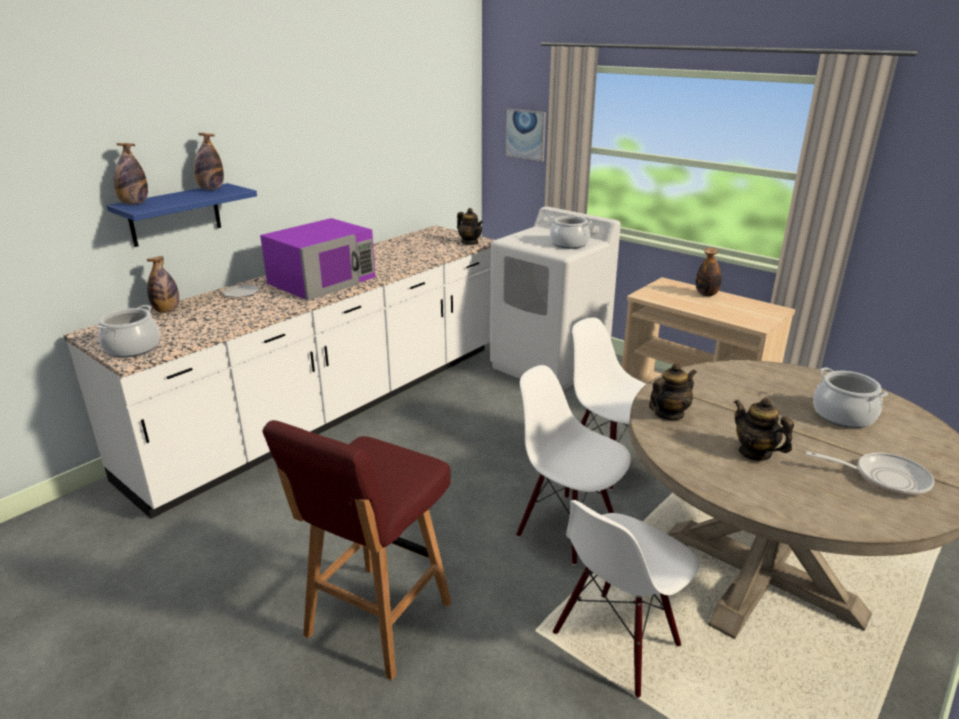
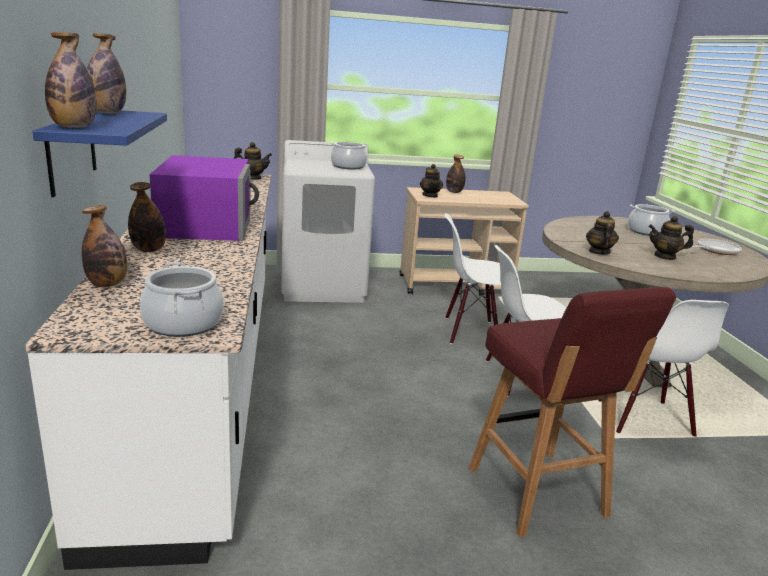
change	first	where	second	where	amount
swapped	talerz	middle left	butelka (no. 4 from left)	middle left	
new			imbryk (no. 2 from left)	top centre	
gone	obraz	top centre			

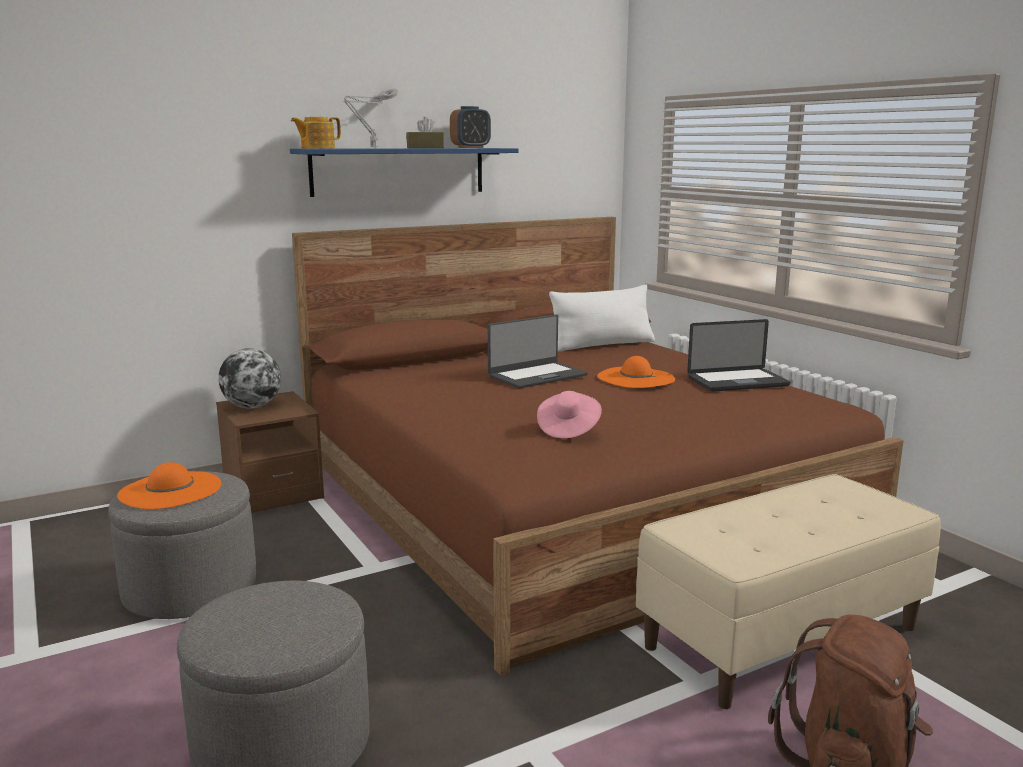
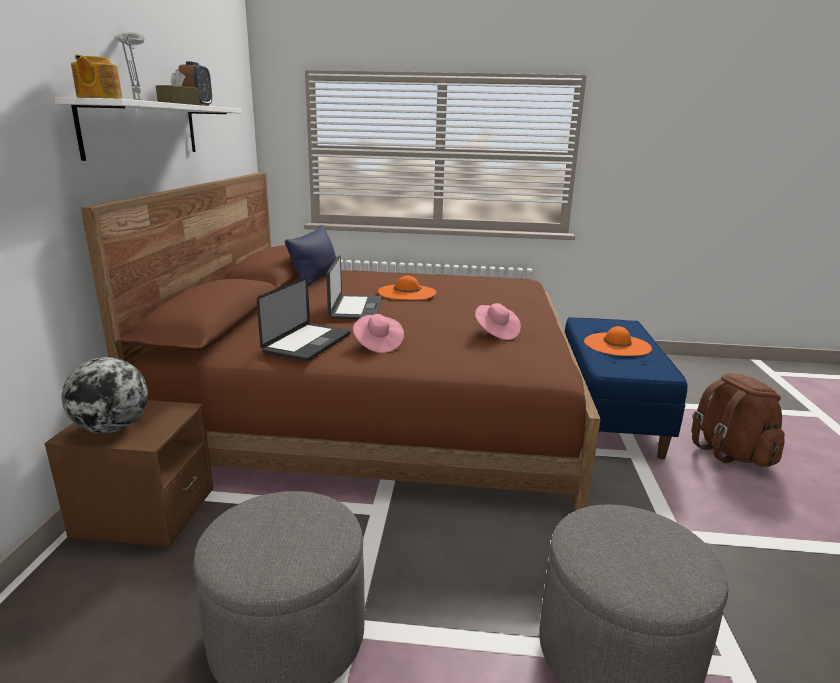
change	first	where	second	where	amount
repainted	półka/niebieski	top centre	półka/biały	top left	
shifted	laptop (no. 2 from left in the first image)	middle right	laptop (no. 1 from left)	centre	
repainted	poduszka/biały	centre	poduszka/niebieski	centre	
new			kapelusz/różowy (no. 1 from left)	centre	
repainted	ławka/beżowy	bottom right	ławka/niebieski	middle right	
shifted	kapelusz/pomarańczowy (no. 1 from left in the first image)	middle left	kapelusz/pomarańczowy (no. 2 from left)	middle right	

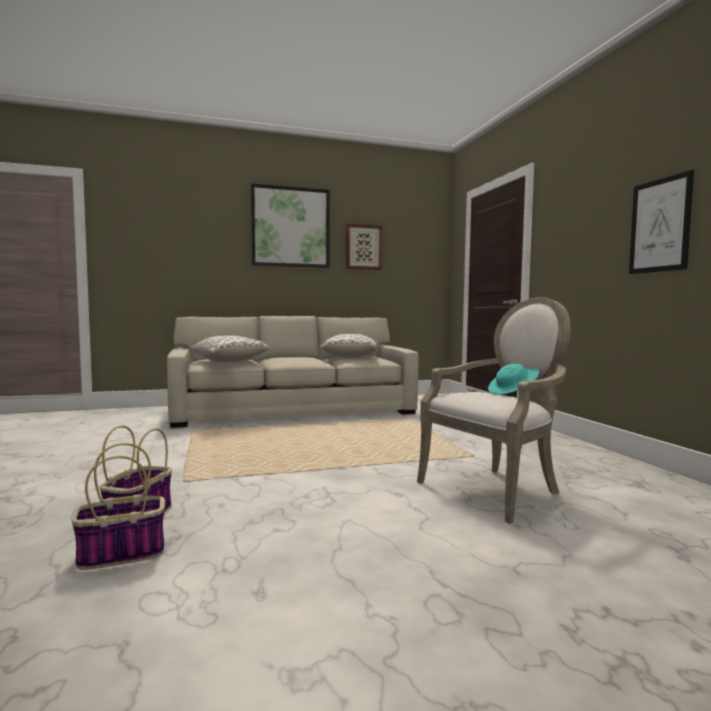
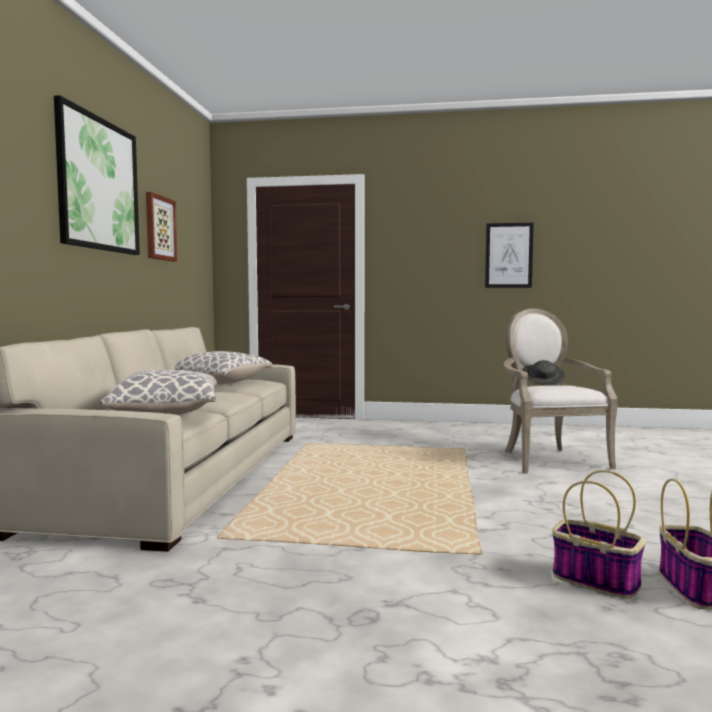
change	first	where	second	where	amount
repainted	kapelusz/turkusowy	middle right	kapelusz/szary	middle right	

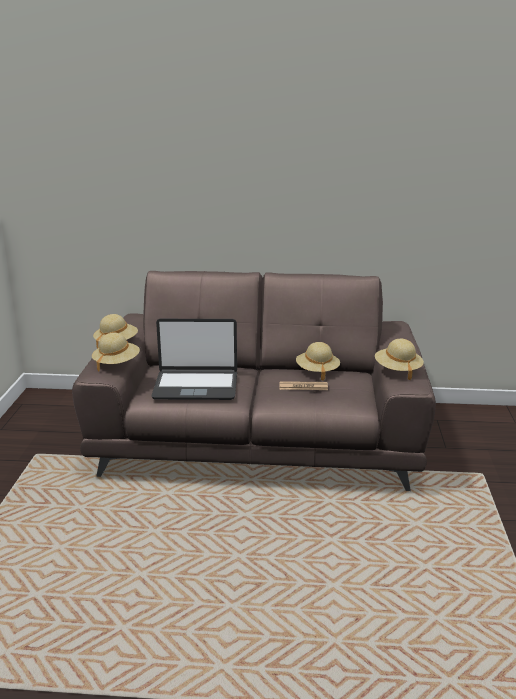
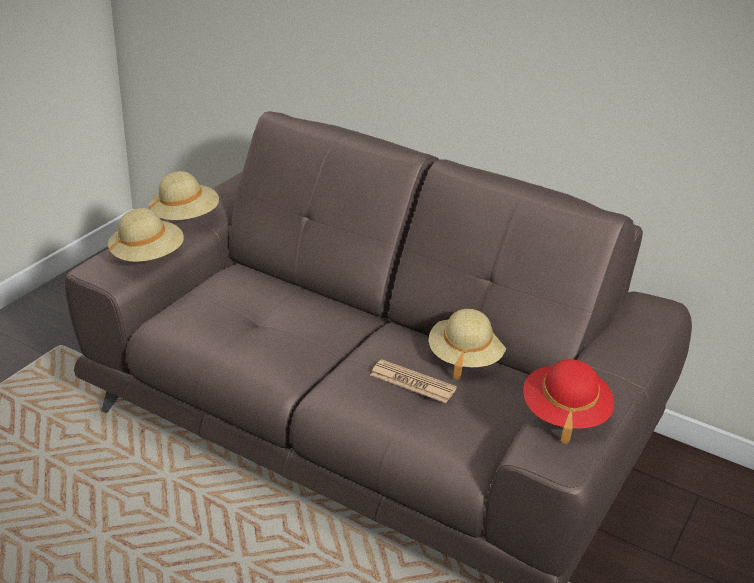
change	first	where	second	where	amount
repainted	kapelusz/beżowy (no. 4 from left)	middle right	kapelusz/czerwony	bottom right	
gone	laptop	centre			

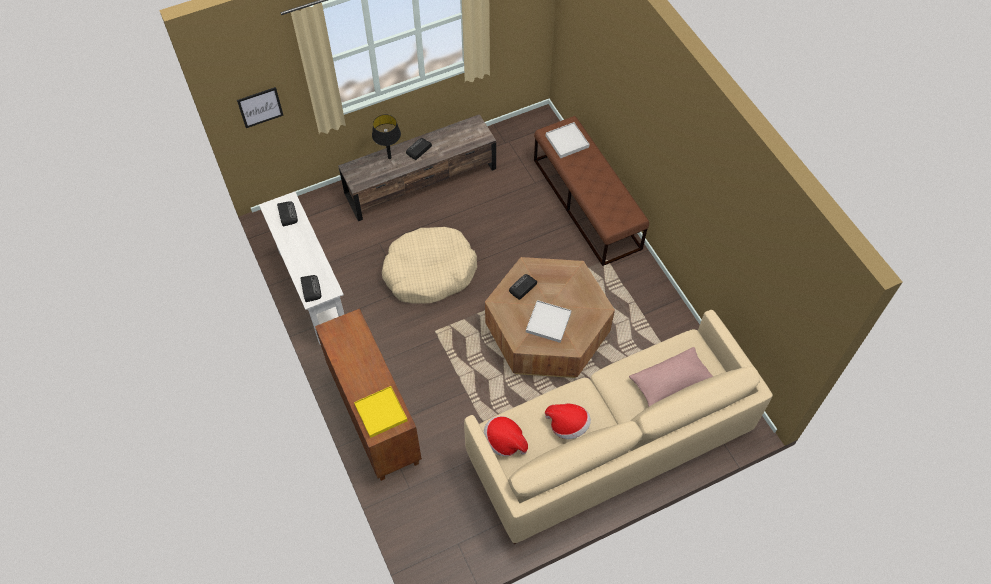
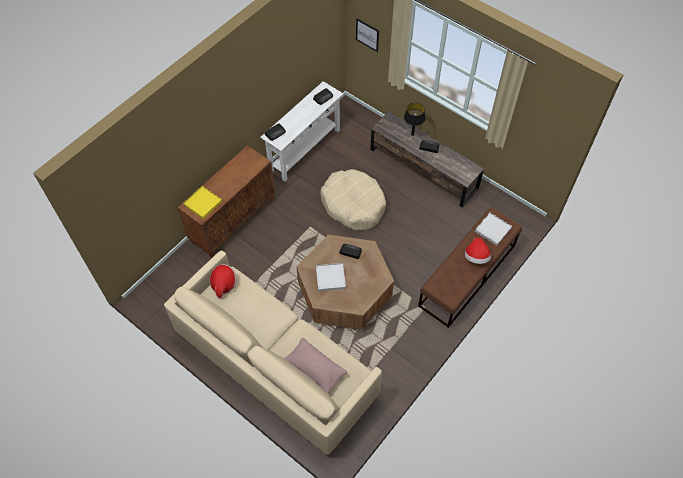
change	first	where	second	where	amount
shifted	kapelusz (no. 2 from left)	bottom centre		middle right	

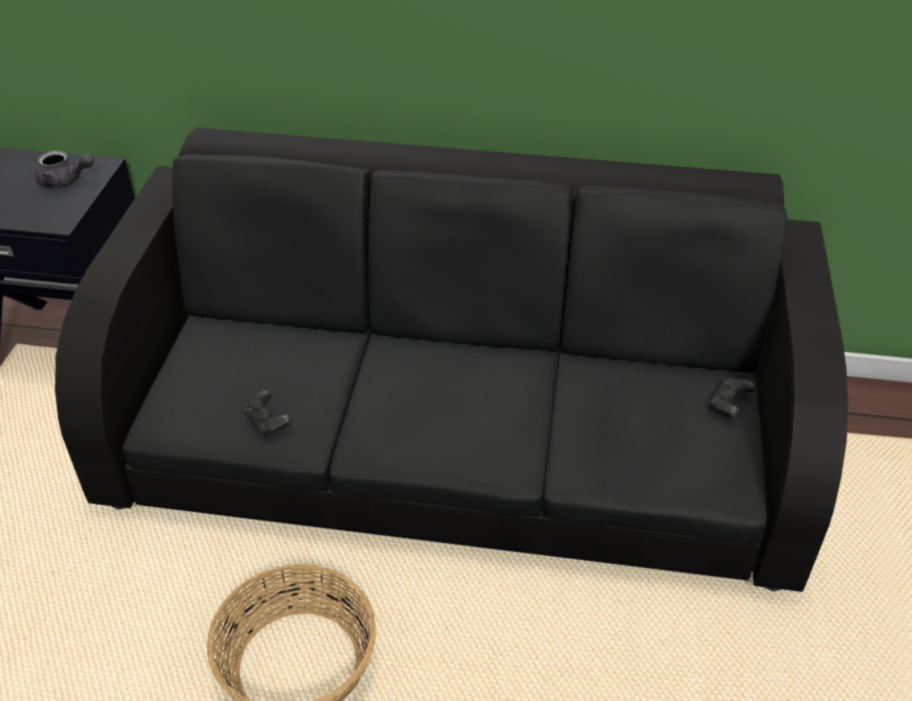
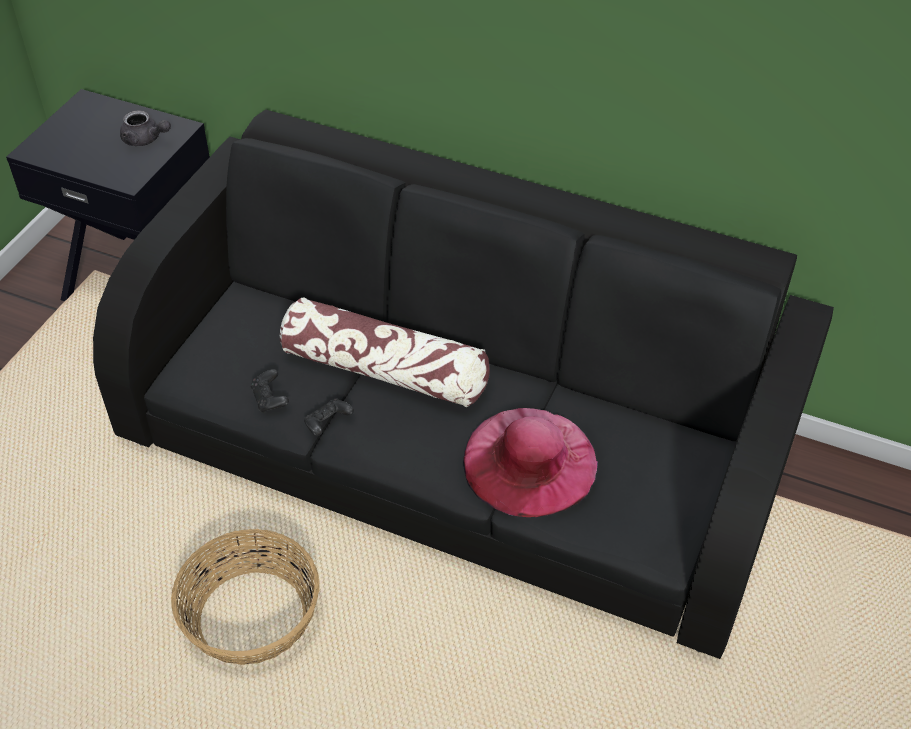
change	first	where	second	where	amount
new			poduszka	centre	
shifted	pad do gier/czarny (no. 2 from left)	middle right		centre	
new			kapelusz/różowy	centre	

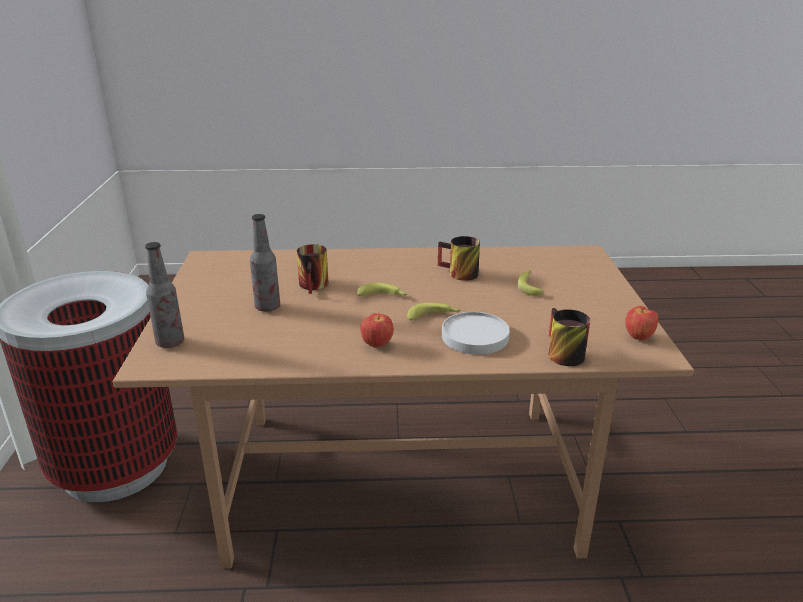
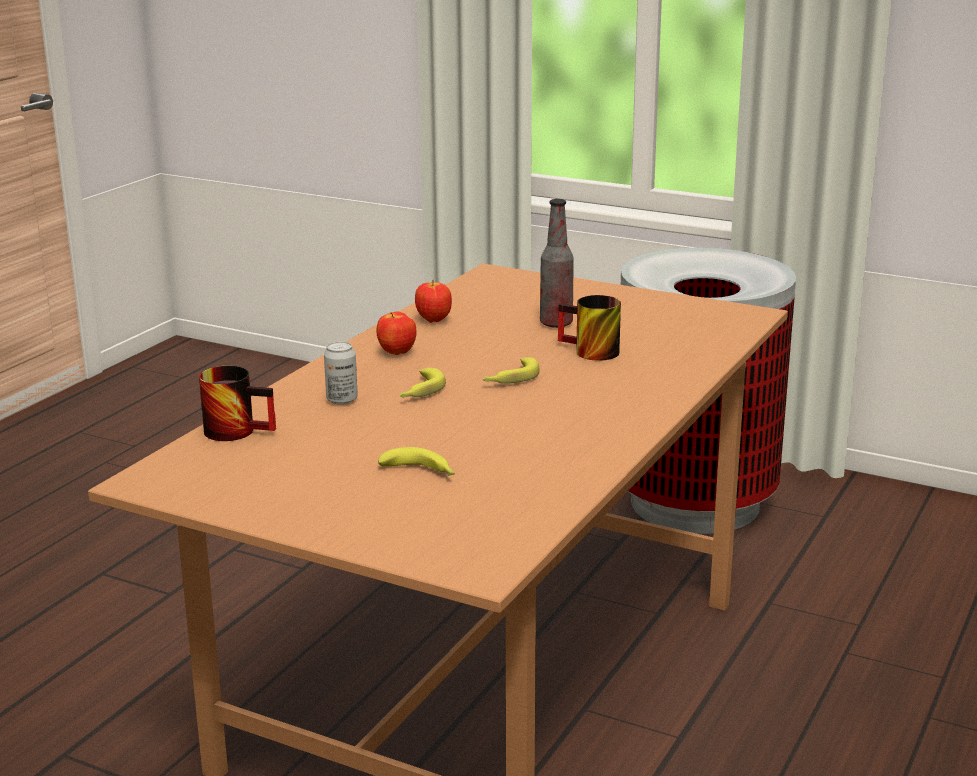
change	first	where	second	where	amount
swapped	talerz/biały	centre	puszka	centre	
shifted	jabłko (no. 2 from left)	middle right		centre	
gone	butelka (no. 1 from left)	middle left			
gone	kubek (no. 2 from left)	centre			

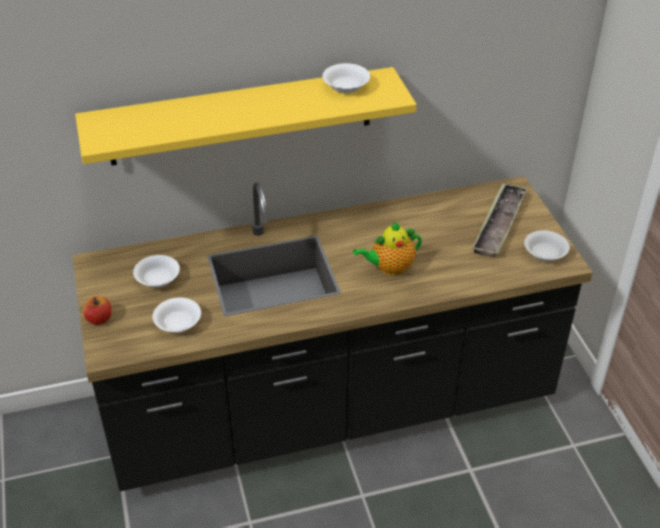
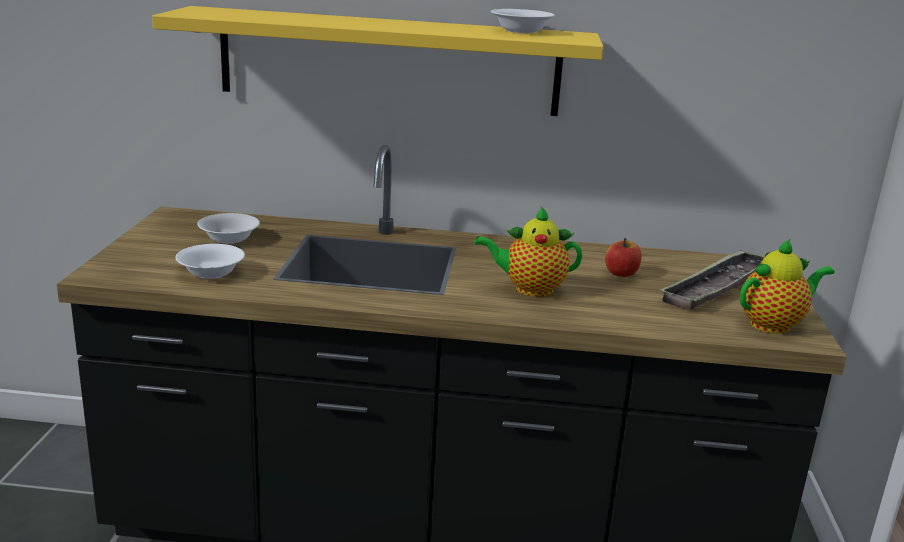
change	first	where	second	where	amount
shifted	jabłko	middle left		middle right	
swapped	miska/biały (no. 4 from left)	middle right	imbryk (no. 2 from left)	middle right	

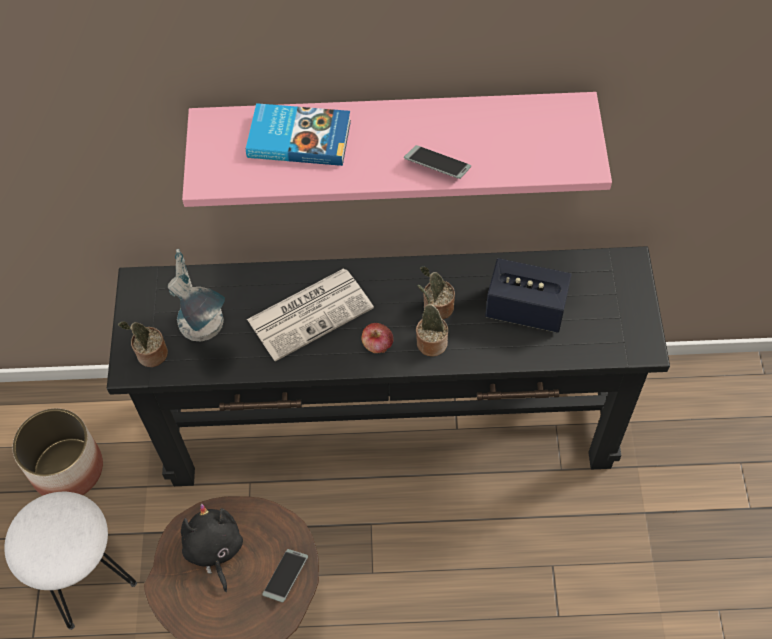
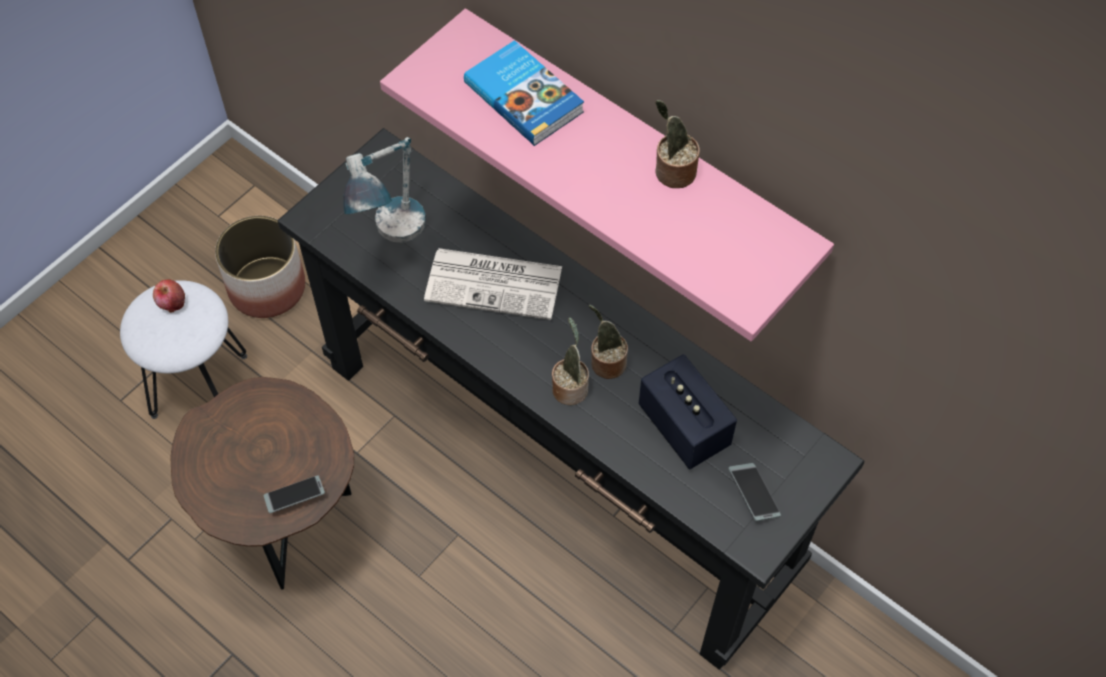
change	first	where	second	where	amount
shifted	jabłko	centre		middle left	
shifted	roślina doniczkowa (no. 1 from left in the first image)	middle left	roślina doniczkowa (no. 3 from left)	top centre	
shifted	telefon (no. 2 from left)	top centre		bottom right	
gone	pluszak/czarny	bottom left			

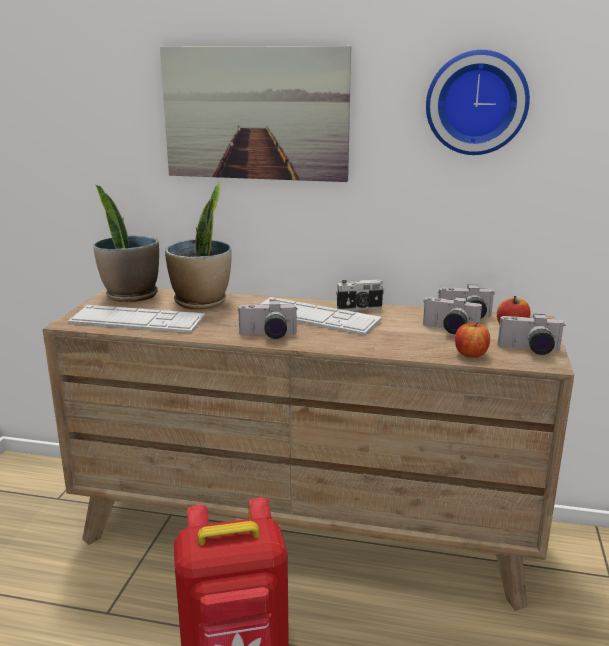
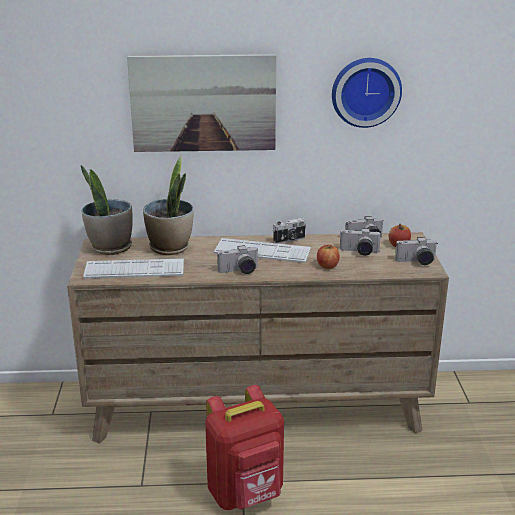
change	first	where	second	where	amount
shifted	jabłko (no. 1 from left)	middle right		centre	

